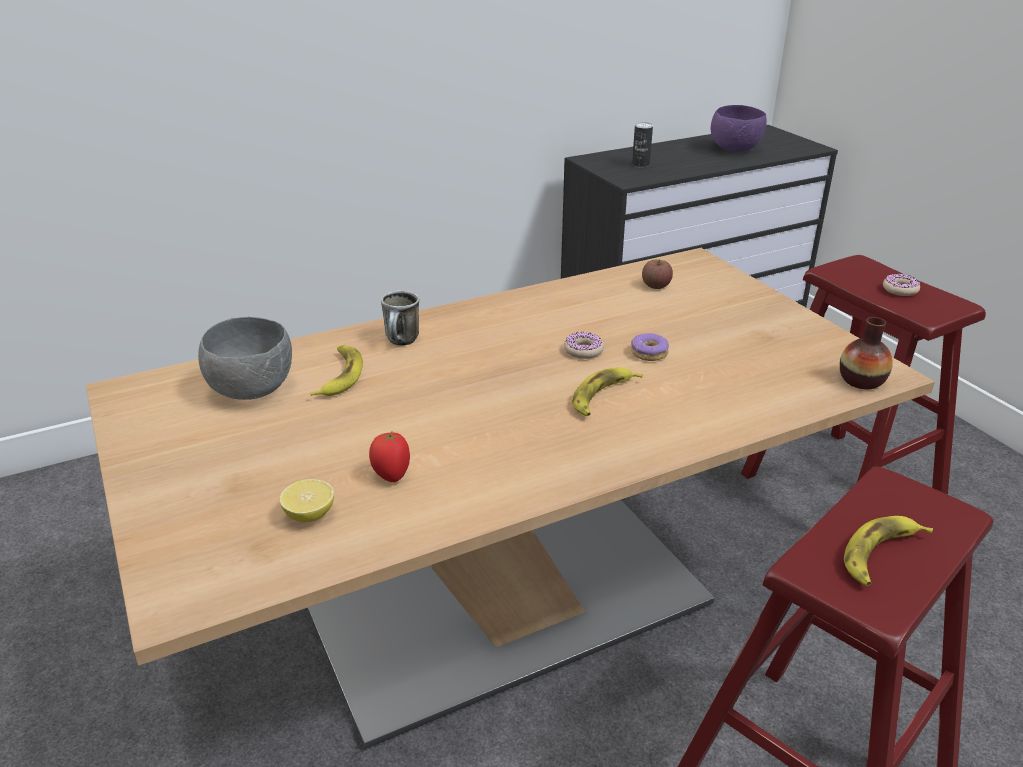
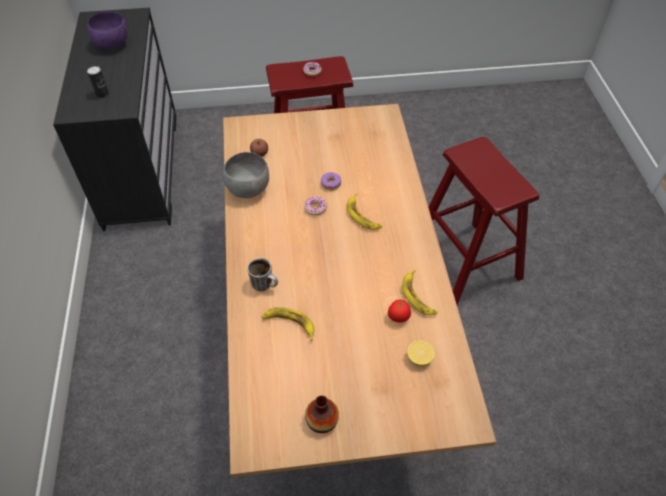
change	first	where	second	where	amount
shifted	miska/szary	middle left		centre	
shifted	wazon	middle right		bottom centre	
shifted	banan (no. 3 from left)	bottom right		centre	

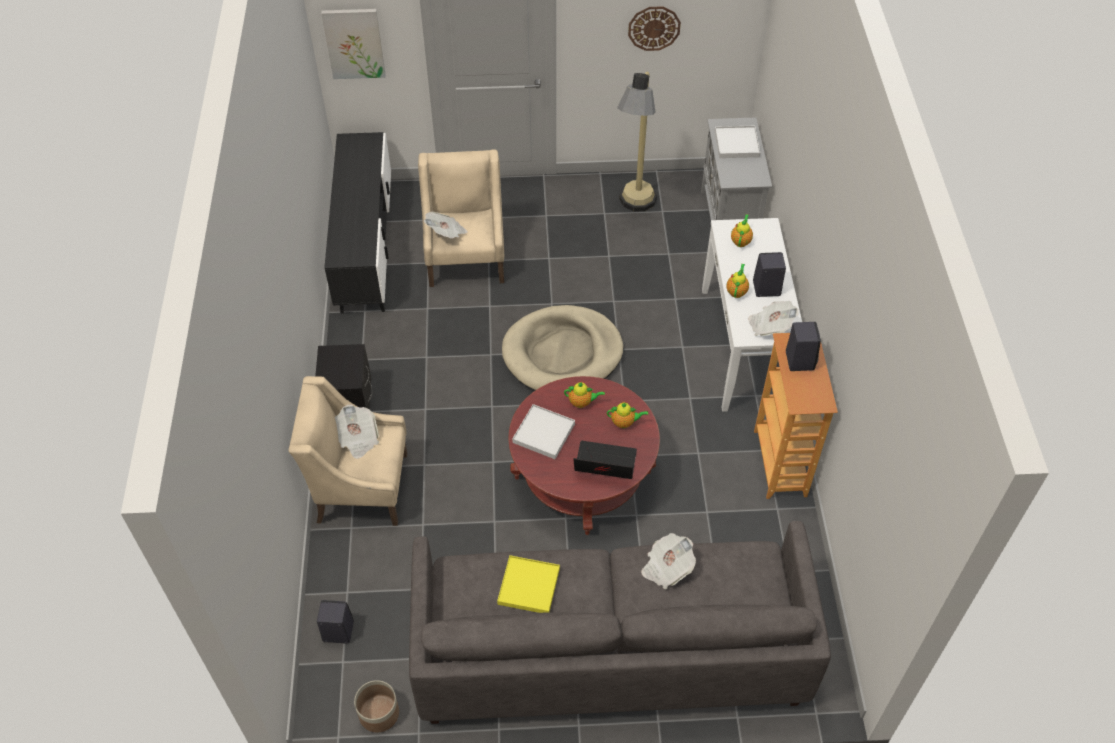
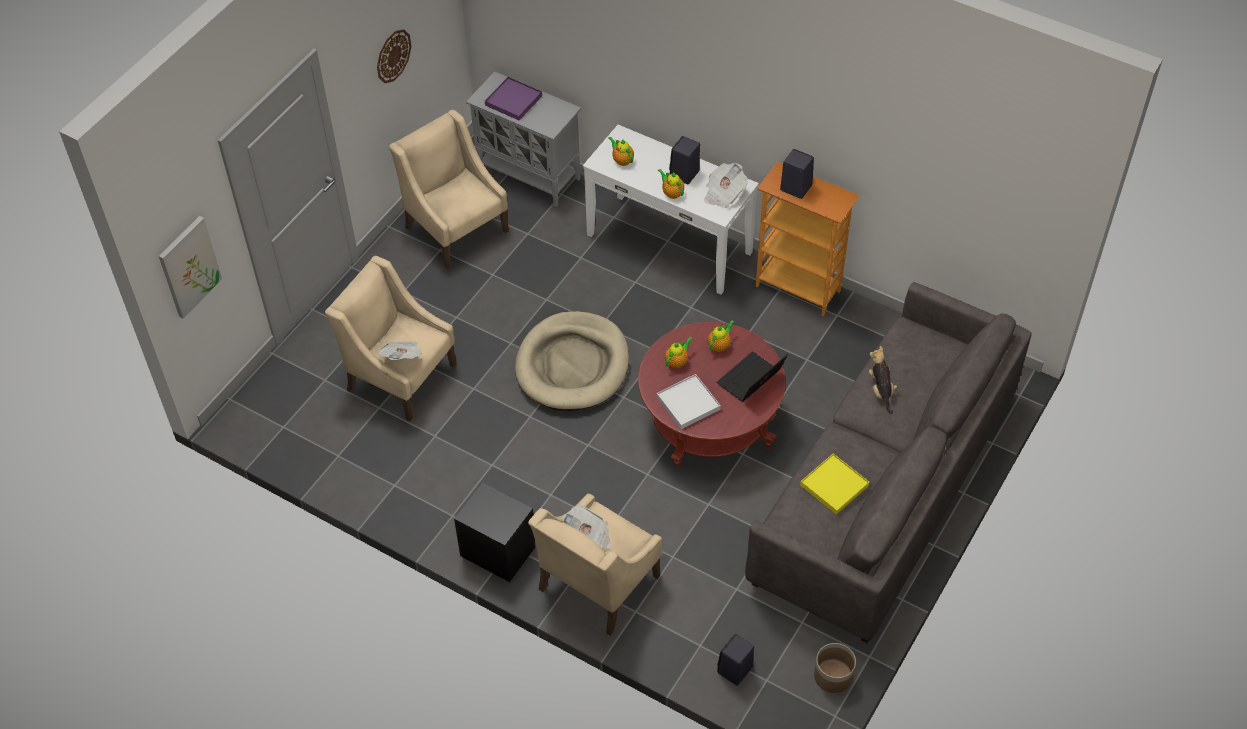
change	first	where	second	where	amount
swapped	lampa stojąca	top centre	fotel/beżowy (no. 2 from left)	top centre	
repainted	taca/biały (no. 2 from left)	top centre	taca/fioletowy	top centre	
swapped	gazeta (no. 3 from left)	bottom centre	pluszak	middle right	
gone	szafka pod telewizor/czarny	top left			

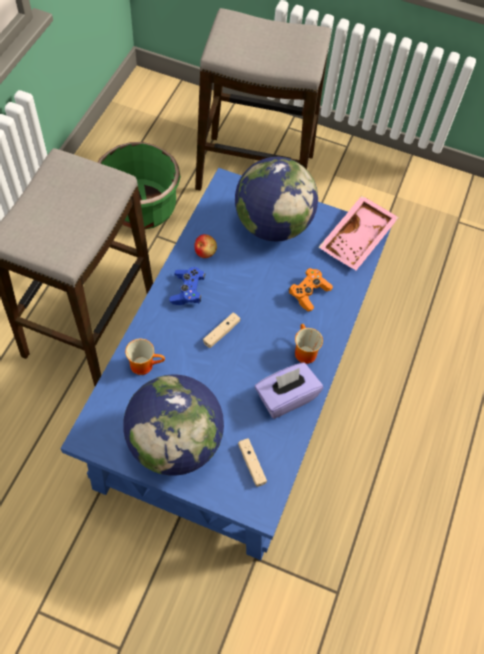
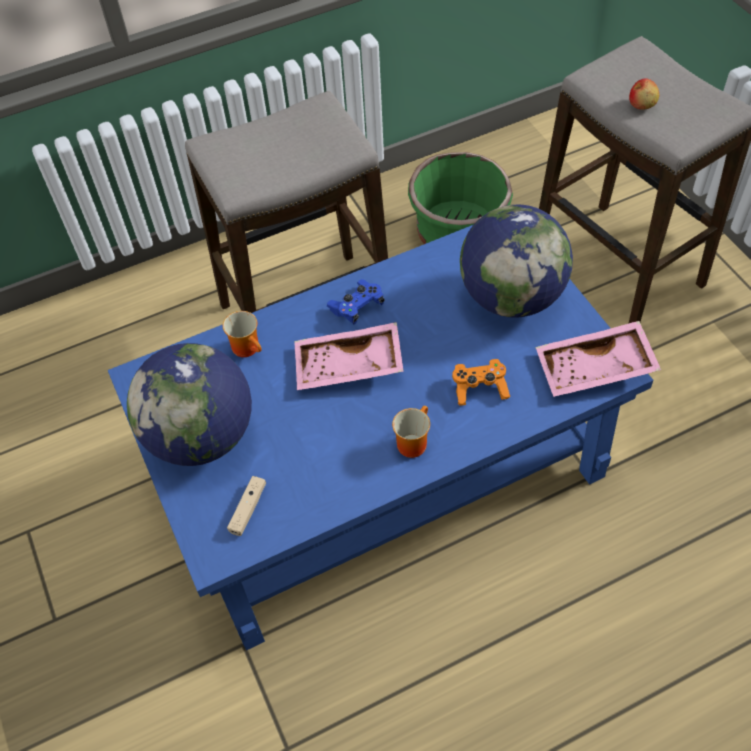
change	first	where	second	where	amount
swapped	pad do gier/beżowy (no. 1 from left)	centre	taca/różowy (no. 1 from left)	centre	
shifted	jabłko	centre		top right	
gone	pudełko chusteczek/fioletowy	centre			

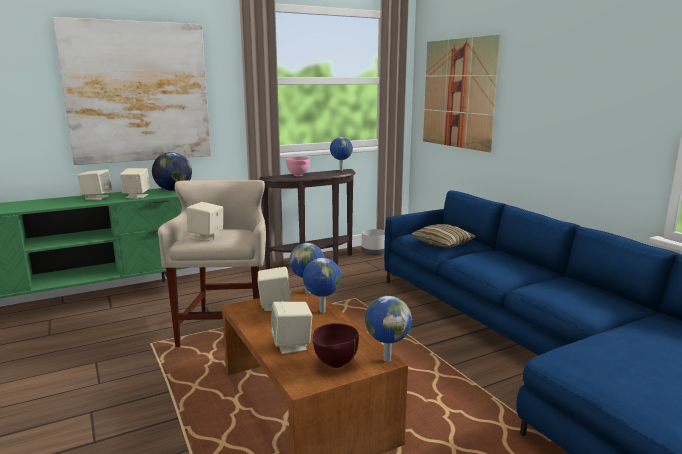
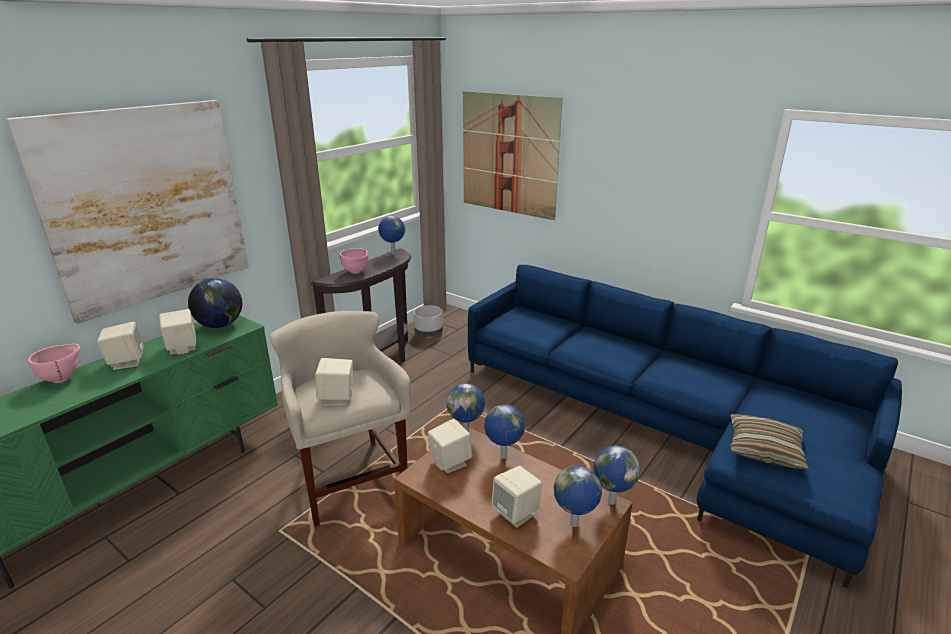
change	first	where	second	where	amount
new			miska/różowy (no. 1 from left)	middle left	
swapped	miska/brązowy	bottom centre	globus (no. 5 from left)	bottom centre	
shifted	poduszka	centre		bottom right	

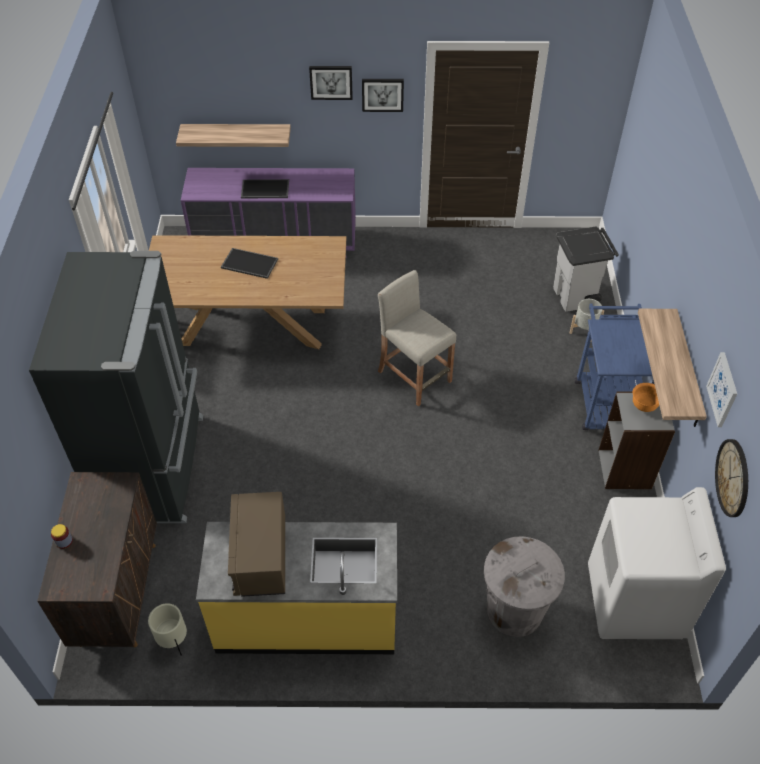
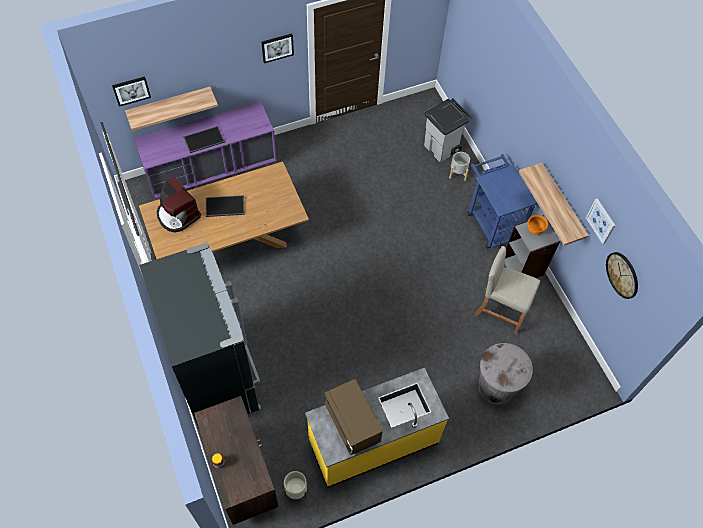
change	first	where	second	where	amount
shifted	obraz (no. 1 from left)	top centre		top left	
new			ekspres do kawy	middle left	
shifted	stołek/beżowy	centre		middle right	
gone	pralka/biały	bottom right			

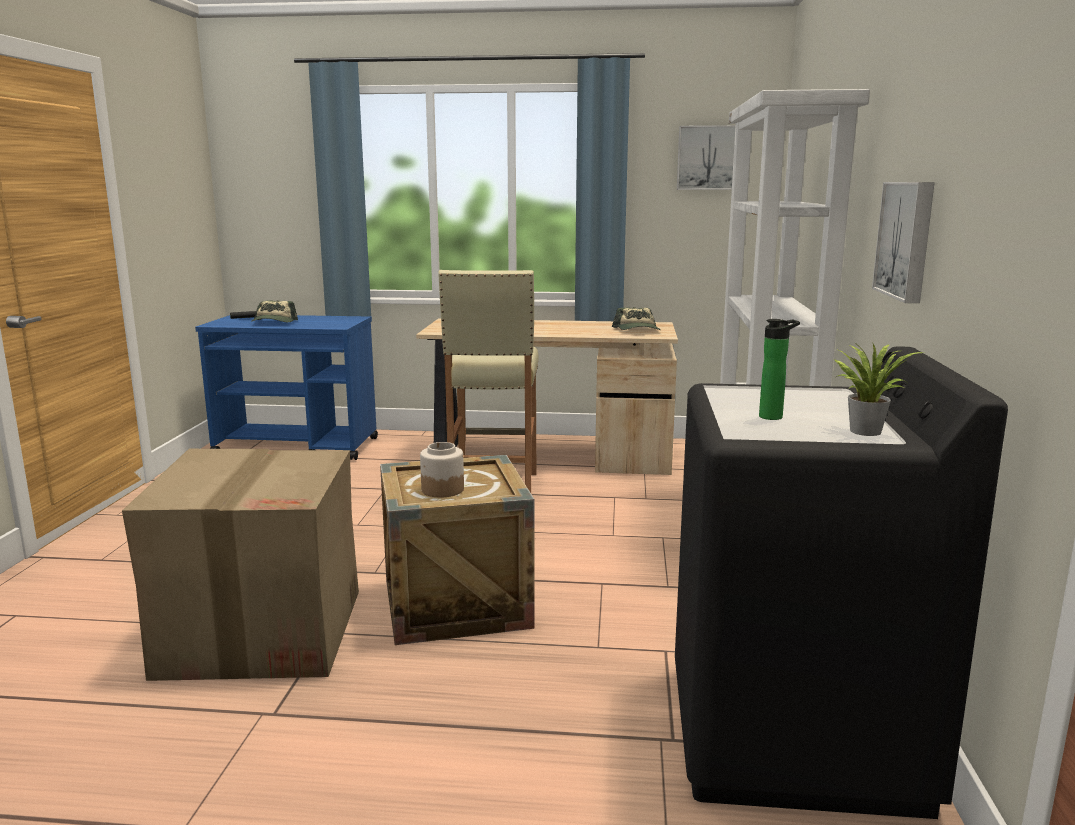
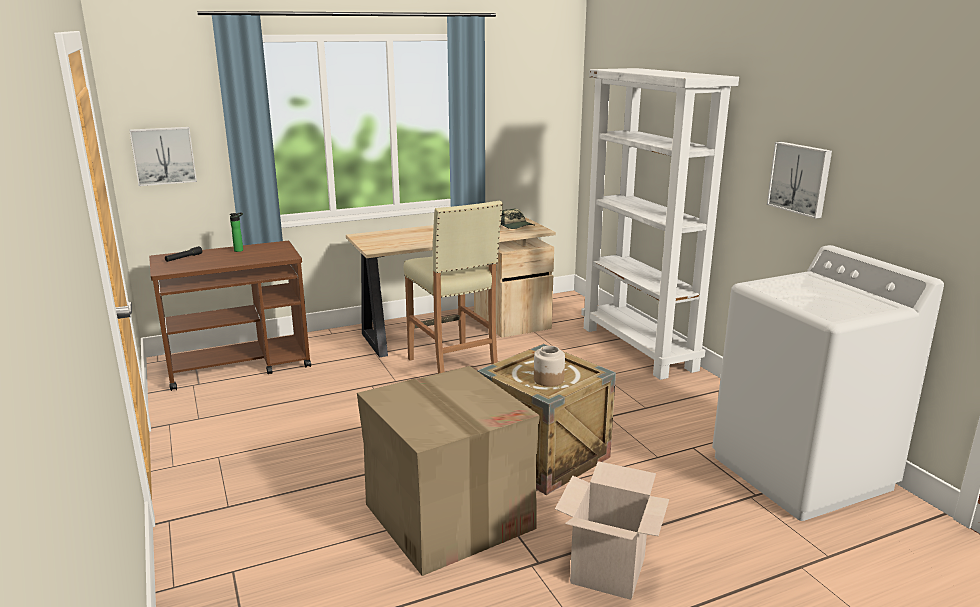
change	first	where	second	where	amount
shifted	obraz (no. 1 from left)	top centre		top left	
repainted	wózek/niebieski	middle left	wózek/brązowy	middle left	
shifted	butelka	middle right		middle left	
new			karton (no. 2 from left)	bottom centre	
repainted	pralka/czarny	bottom right	pralka/biały	middle right	
gone	czapka z daszkiem (no. 1 from left)	middle left			
gone	roślina doniczkowa	middle right			

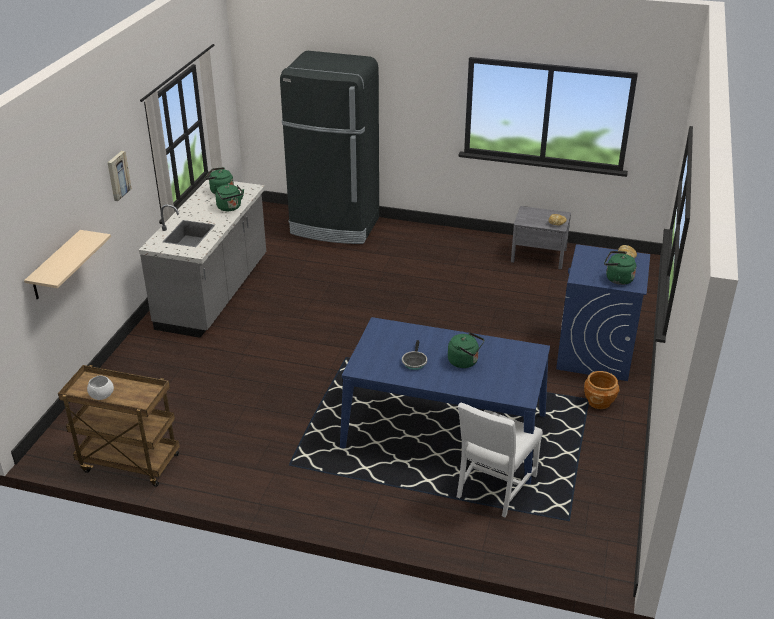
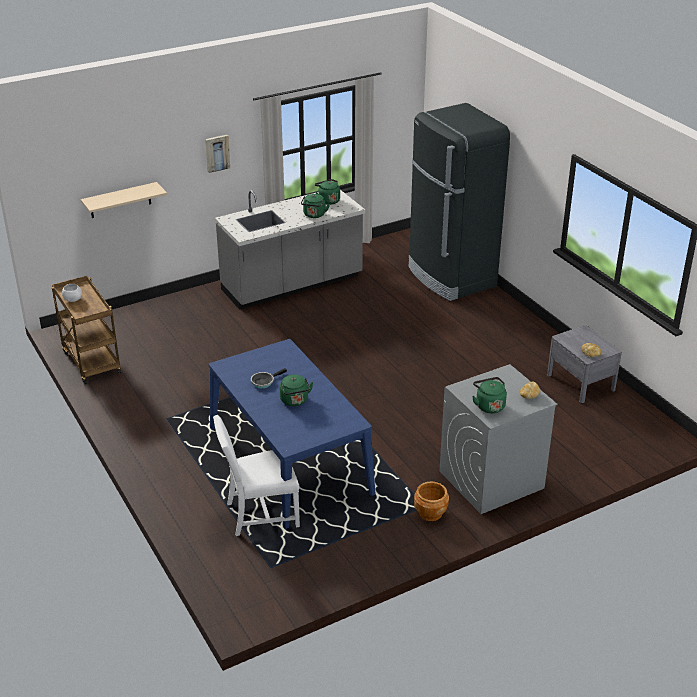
change	first	where	second	where	amount
repainted	pralka/niebieski	middle right	pralka/szary	middle right	

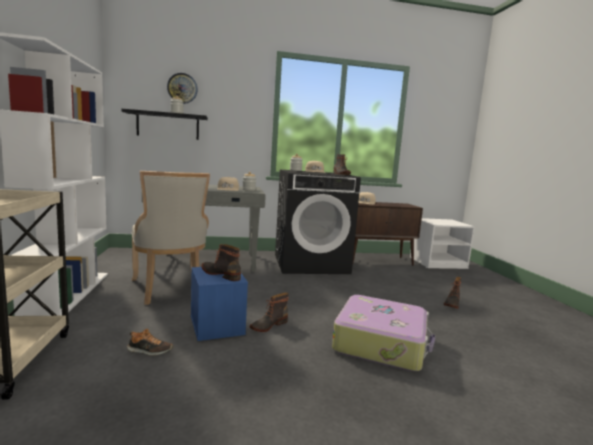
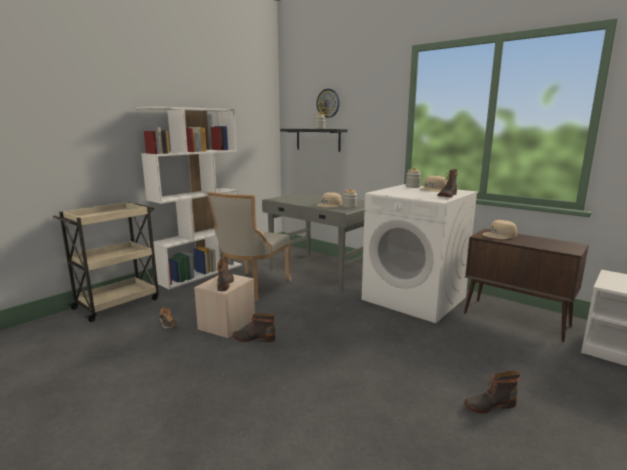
change	first	where	second	where	amount
repainted	pojemnik do przechowywania/niebieski	bottom centre	pojemnik do przechowywania/beżowy	centre	
repainted	pralka/czarny	centre	pralka/biały	middle right	
gone	walizka	bottom centre			

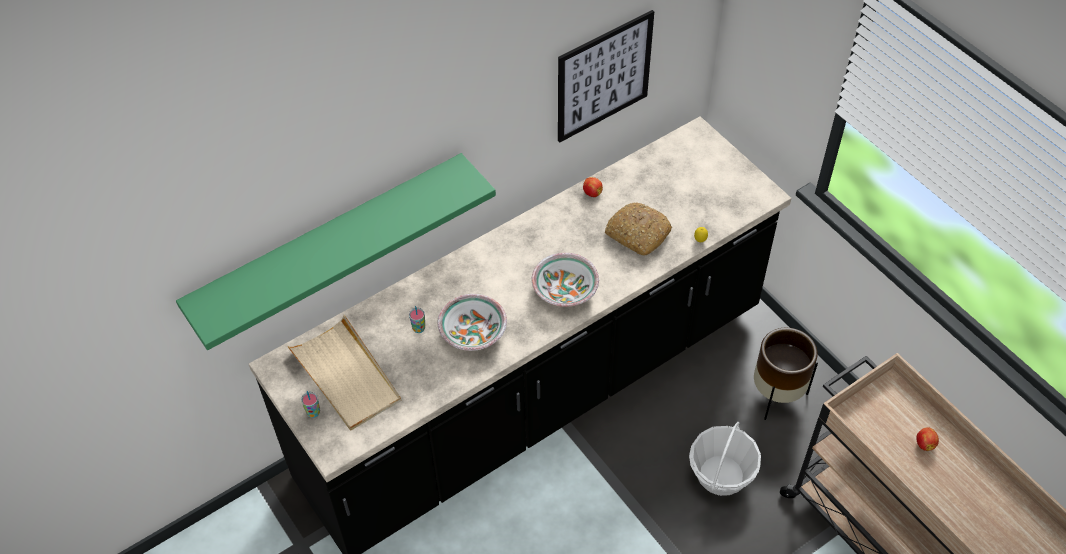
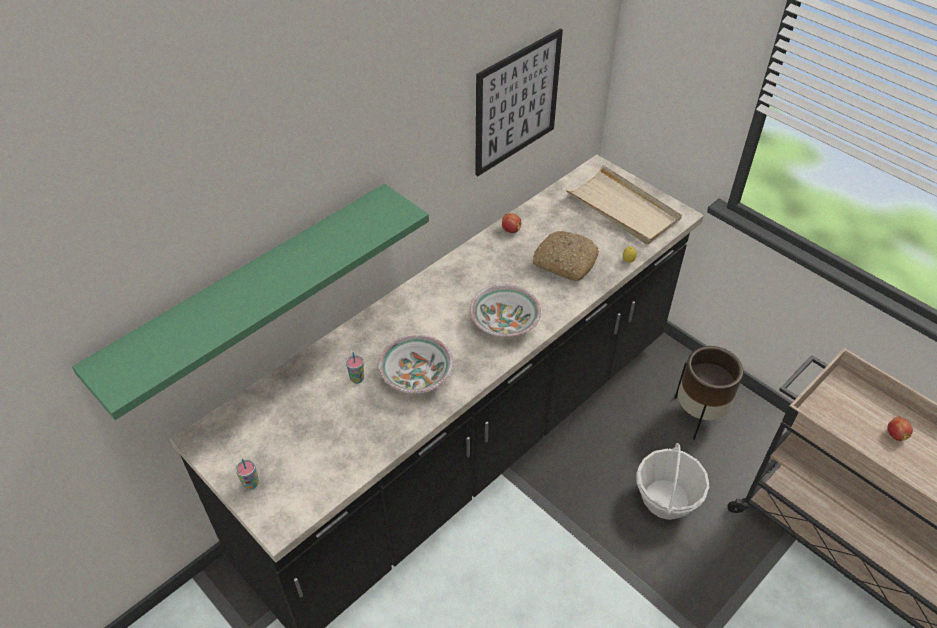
change	first	where	second	where	amount
shifted	taca/beżowy	bottom left		top centre	

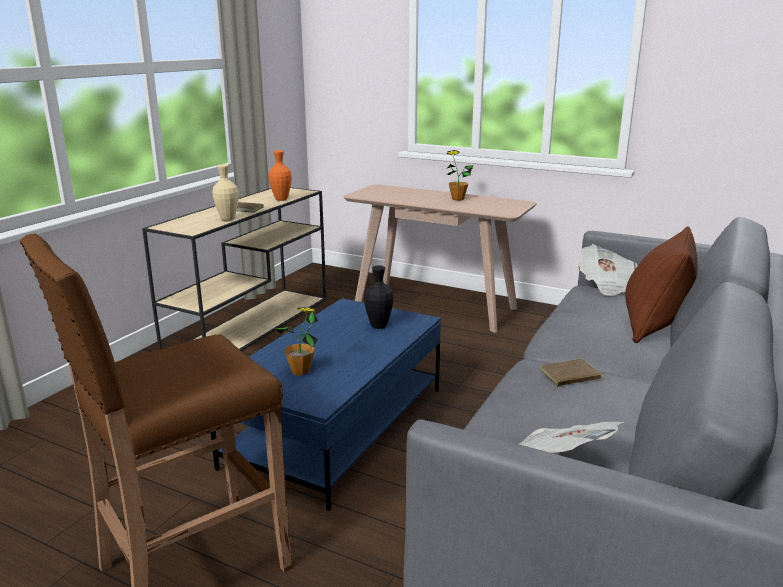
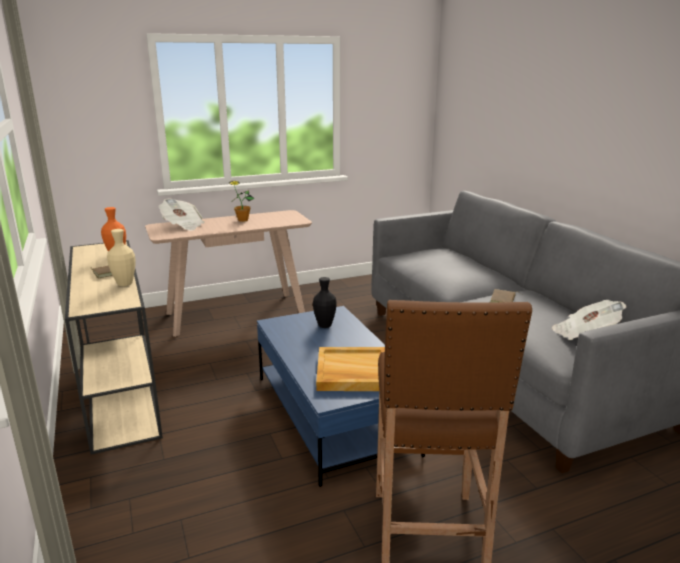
change	first	where	second	where	amount
shifted	gazeta (no. 2 from left in the first image)	middle right	gazeta (no. 1 from left)	middle left	
swapped	roślina doniczkowa (no. 1 from left)	centre	taca/beżowy	centre	
gone	poduszka/brązowy	middle right			

